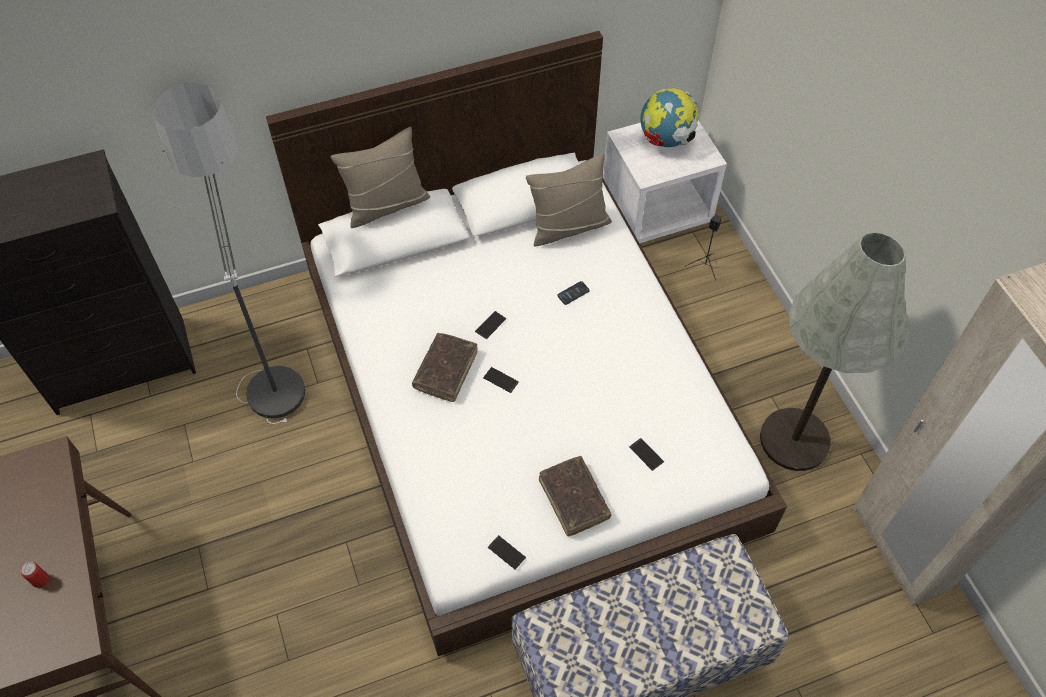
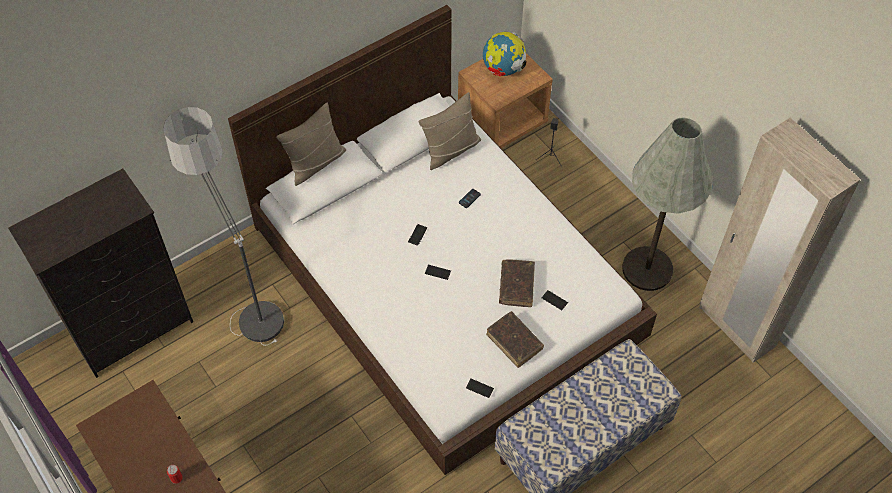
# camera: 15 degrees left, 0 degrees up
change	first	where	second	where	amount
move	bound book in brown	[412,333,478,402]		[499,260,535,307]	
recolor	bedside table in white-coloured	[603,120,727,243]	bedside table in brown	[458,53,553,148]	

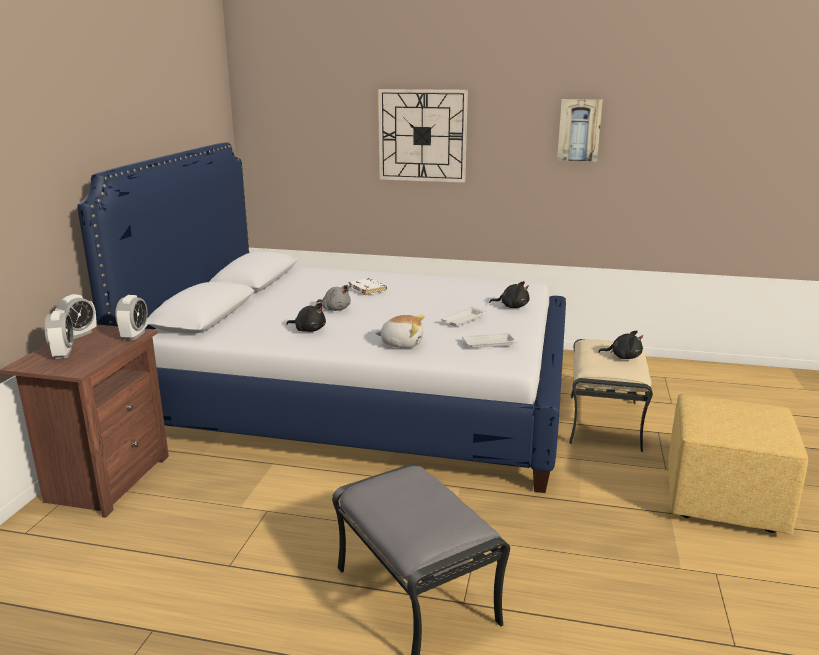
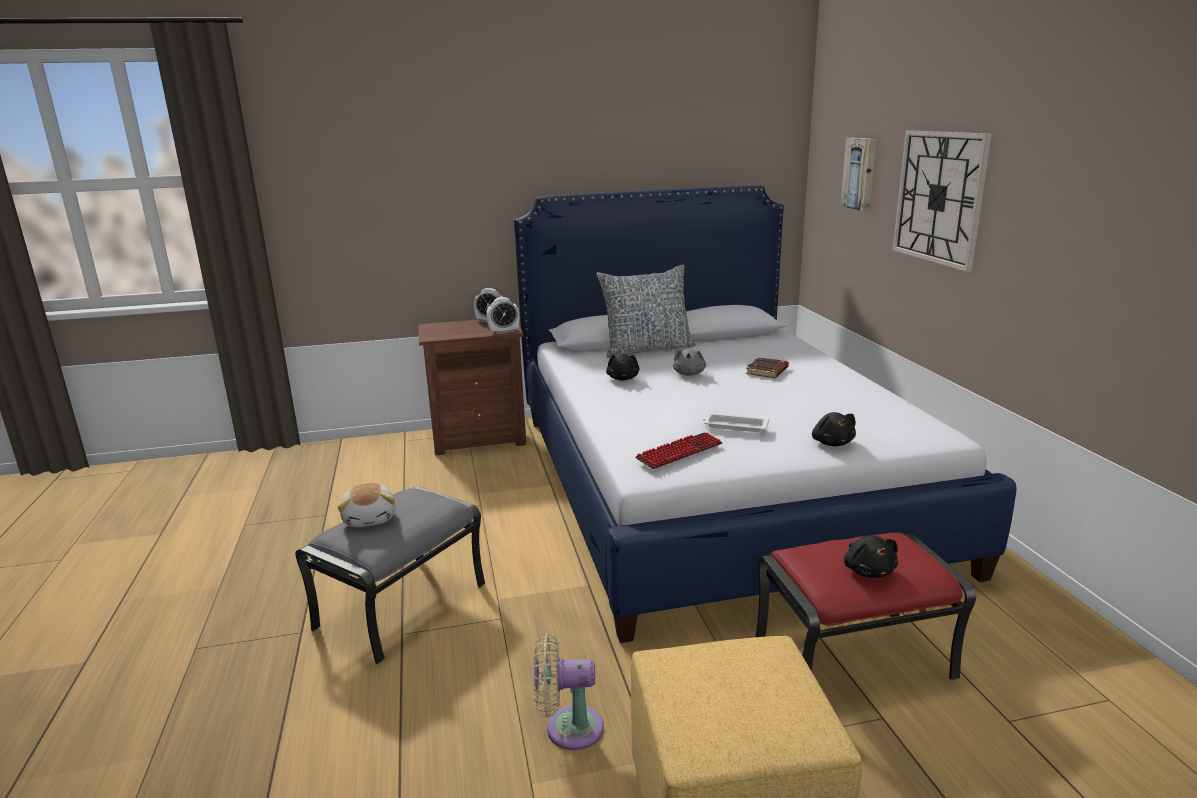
# camera: 65 degrees right, 0 degrees up
change	first	where	second	where	amount
delete	bedside clock	[44,311,74,359]			
insert			electric fan in sand-coloured	[533,634,604,750]	
insert			pillow	[596,264,696,358]	
move	soft toy	[375,315,425,348]		[338,483,396,527]	
move	wall art	[557,99,603,162]		[840,138,876,211]	
replace	serving tray in white-coloured	[462,333,518,348]	computer keyboard	[636,433,723,469]	
recolor	bound book in white-coloured	[348,278,387,295]	bound book in brown	[746,357,789,378]	
recolor	pouffe in sand-coloured	[569,339,653,452]	pouffe in red-coloured	[756,533,976,680]	

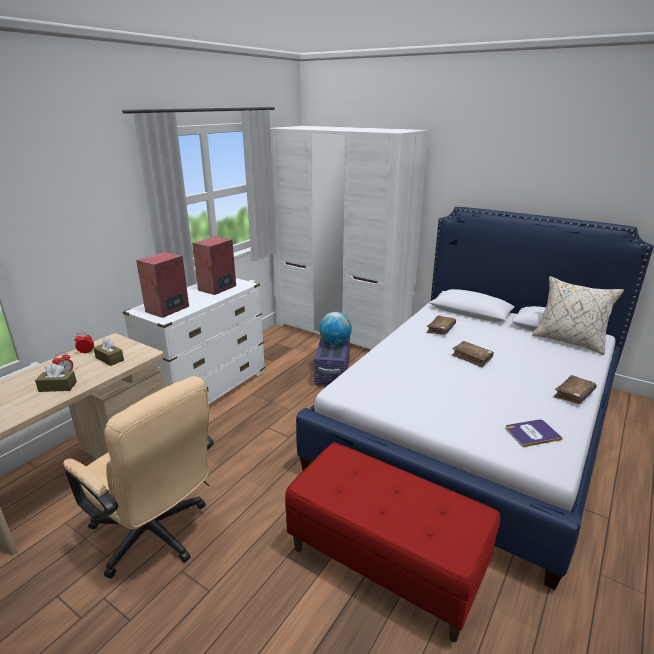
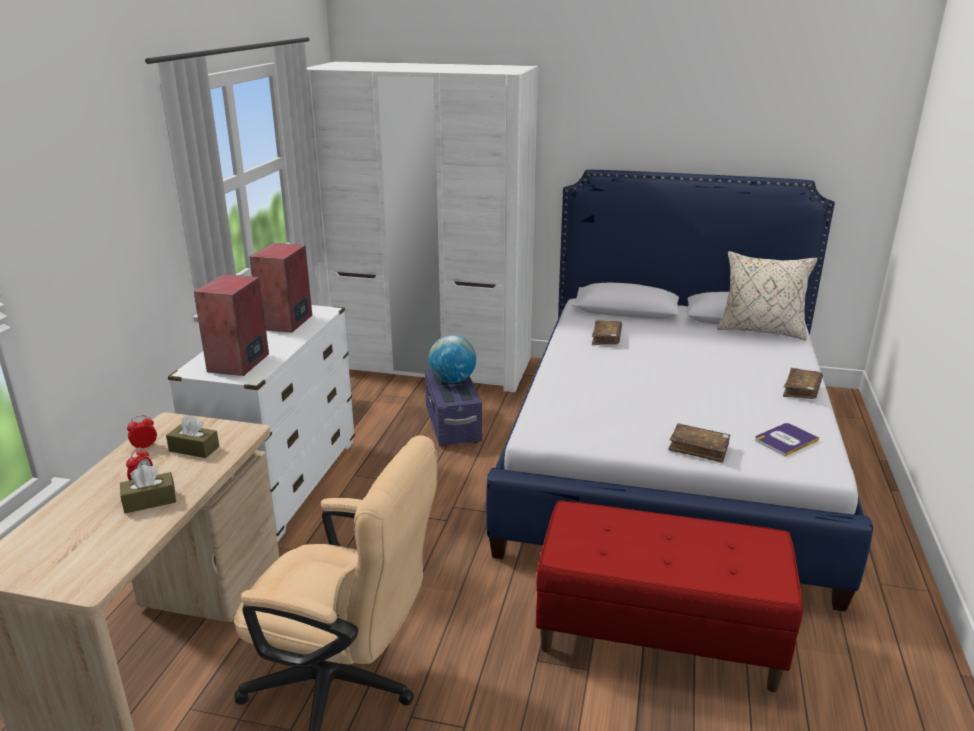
# camera: 20 degrees left, 0 degrees up
change	first	where	second	where	amount
move	bound book in brown	[452,341,494,367]		[668,423,731,463]	

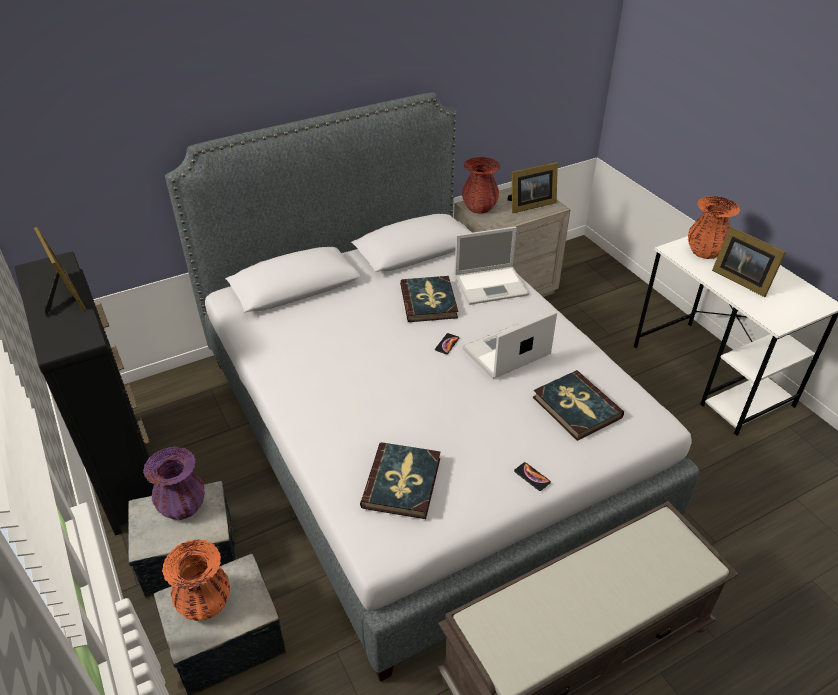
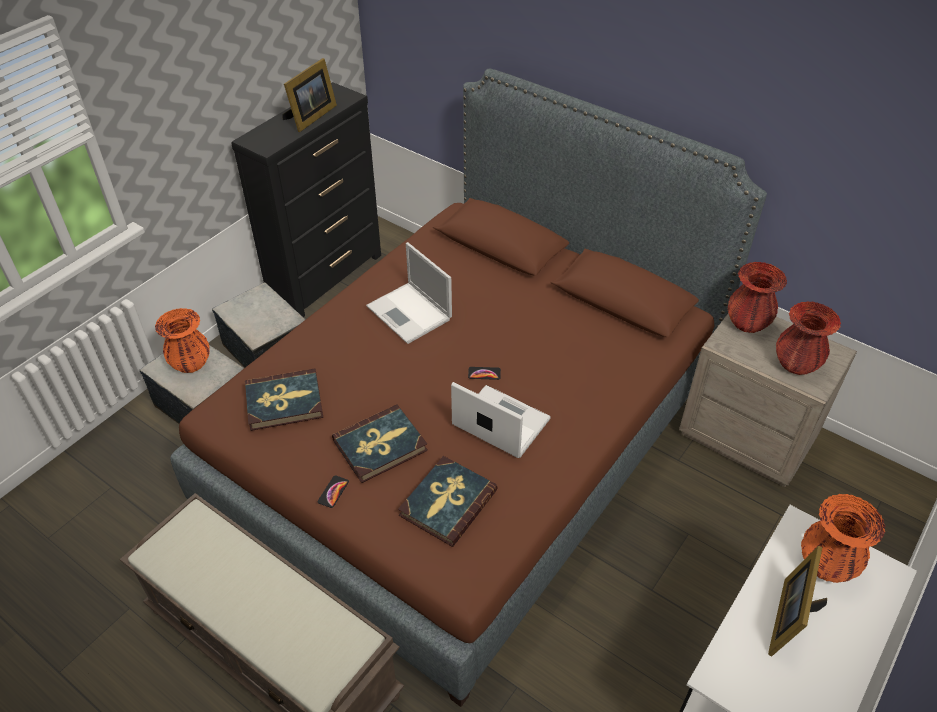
# camera: 65 degrees right, 5 degrees up
change	first	where	second	where	amount
delete	flower vase in purple-coloured	[143,446,205,520]			
move	bound book	[400,276,458,322]		[332,404,428,483]	
move	laptop	[455,227,529,305]		[366,242,452,344]	
replace	standing frame	[507,162,558,213]	flower vase in red-coloured	[776,301,841,375]	
recolor	bedroom bed in gray	[165,92,699,682]	bedroom bed in brown	[170,68,767,707]	

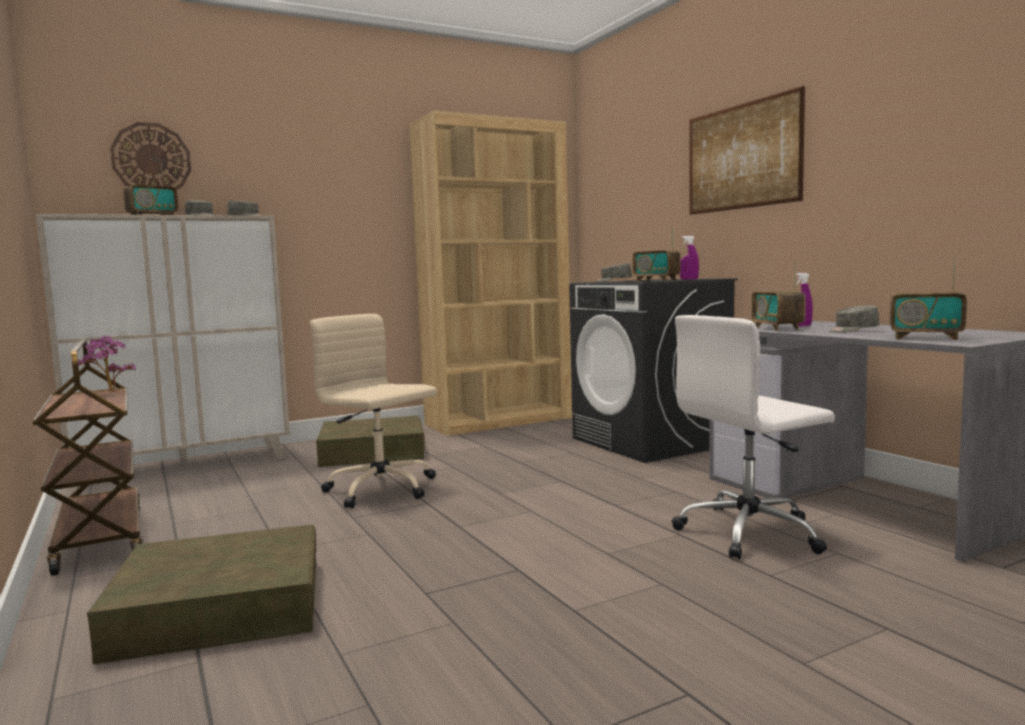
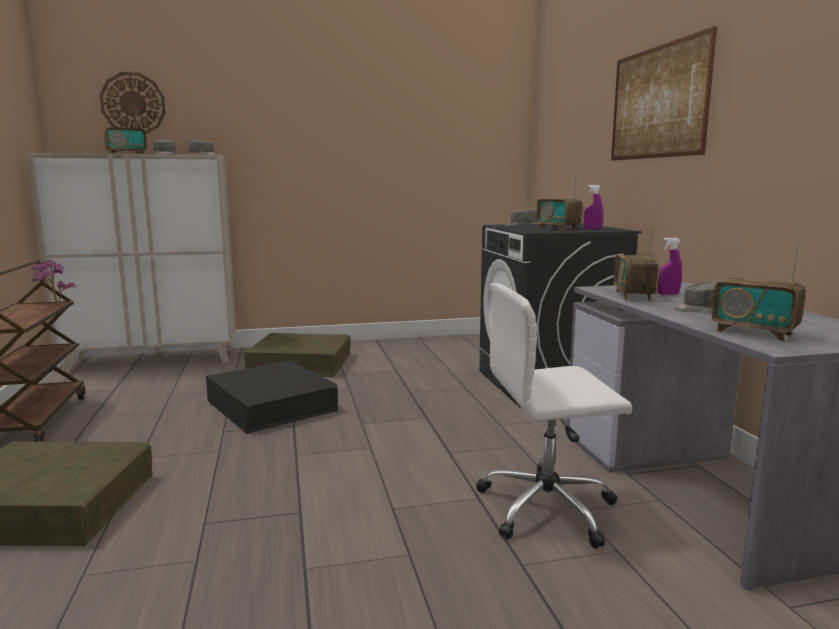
# camera: 15 degrees right, 5 degrees up
change	first	where	second	where	amount
delete	bookshelf in brown	[410,111,572,436]			
replace	computer chair in sand-coloured	[310,314,437,508]	storage bin in blackish	[206,360,338,434]	

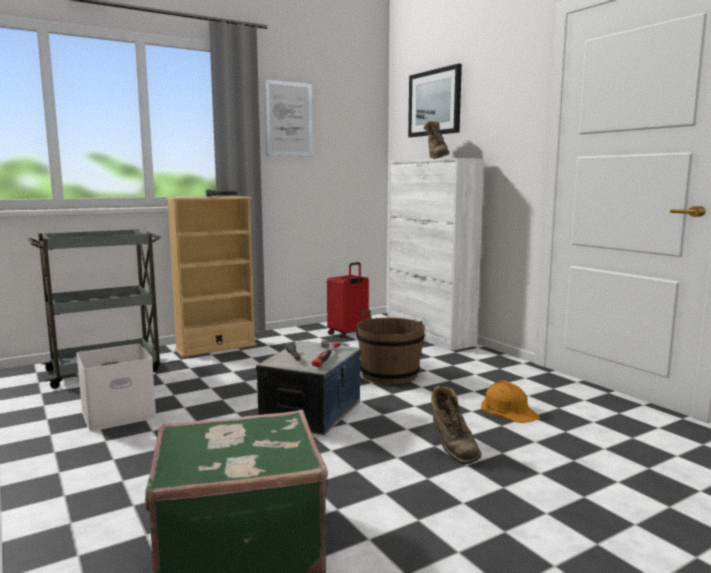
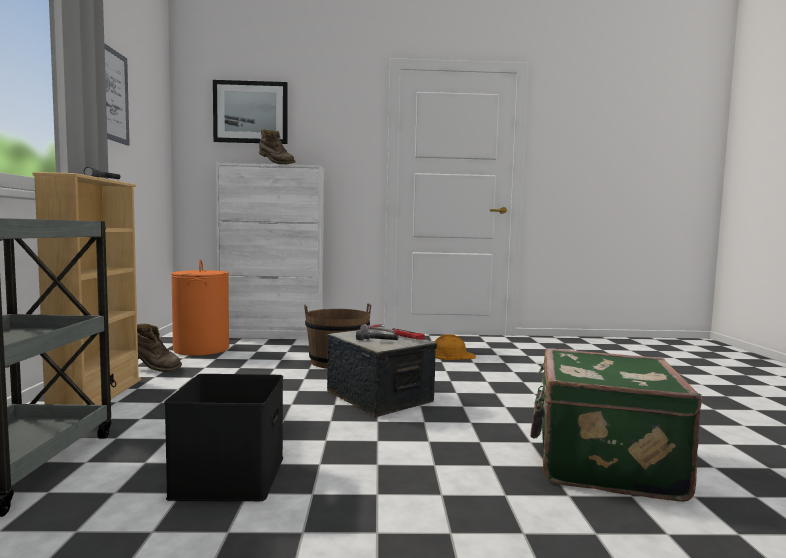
# camera: 60 degrees left, 5 degrees down
change	first	where	second	where	amount
move	high-top boot in brown	[431,385,482,464]		[137,324,182,372]	
replace	suitcase in red-coloured	[327,262,369,338]	washing basket in orange-coloured	[171,260,229,356]	
recolor	storage bin in white-coloured	[76,344,157,431]	storage bin in blackish	[164,374,283,501]	

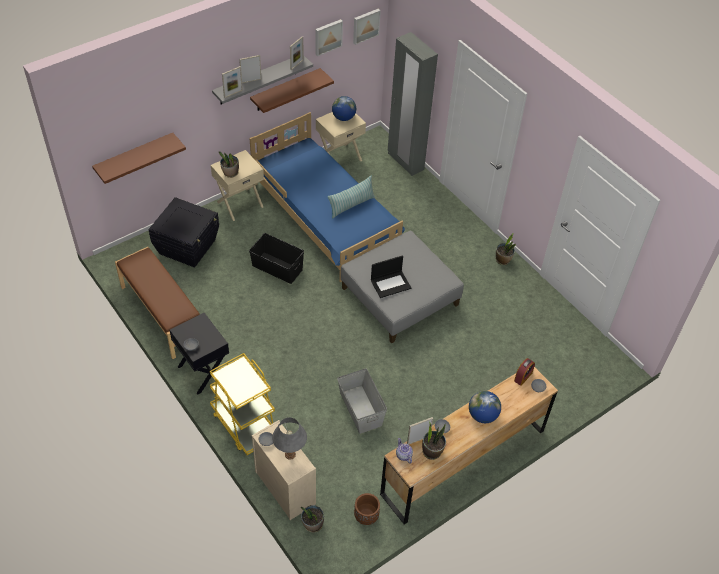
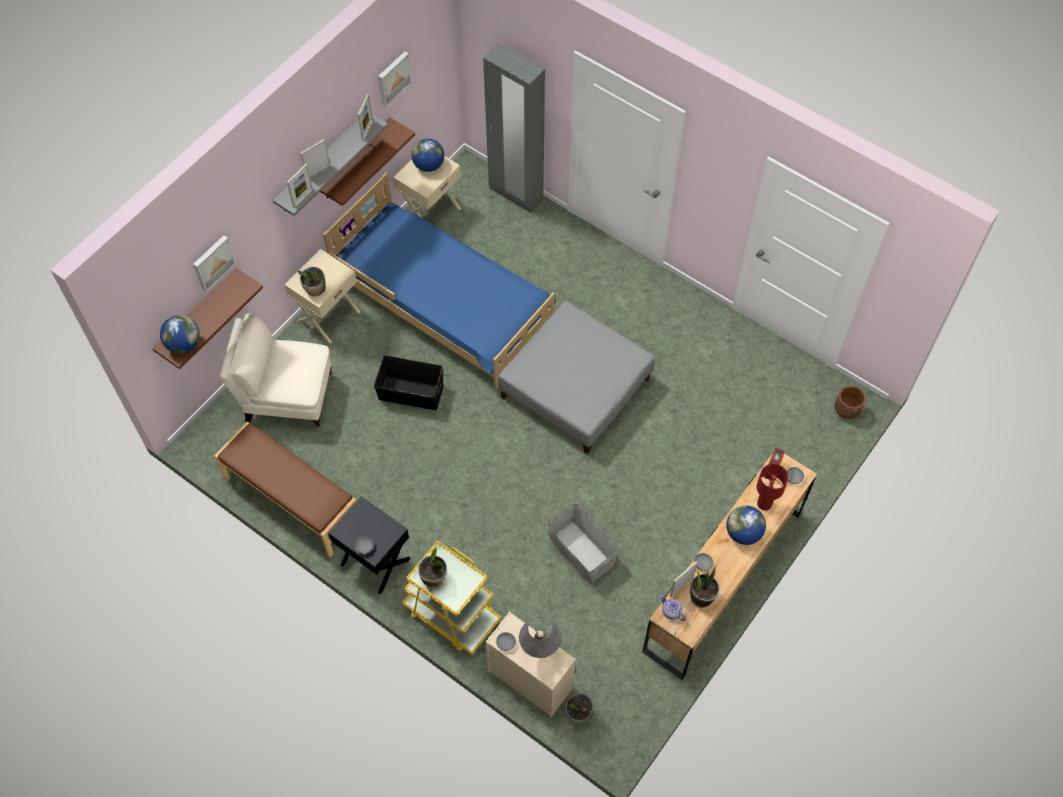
# camera: 15 degrees left, 10 degrees up
change	first	where	second	where	amount
delete	pillow	[328,176,375,218]			
delete	laptop	[371,255,411,298]			
insert			desk globe	[160,315,200,354]	
insert			tabletop lamp in red-coloured	[757,464,789,510]	
move	wall art	[353,9,381,45]		[193,235,236,292]	
move	flower pot in brown	[354,493,380,525]		[835,385,866,419]	
move	houseplant	[495,233,516,265]		[418,546,447,588]	
replace	storage bin in blackish	[148,197,219,268]	easy chair in sand-coloured	[220,313,332,428]	

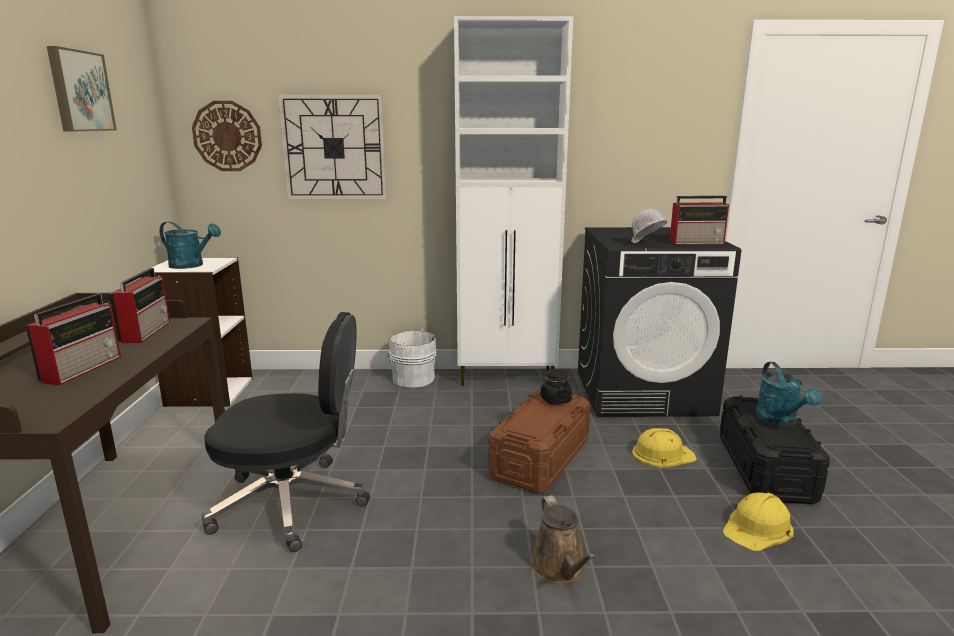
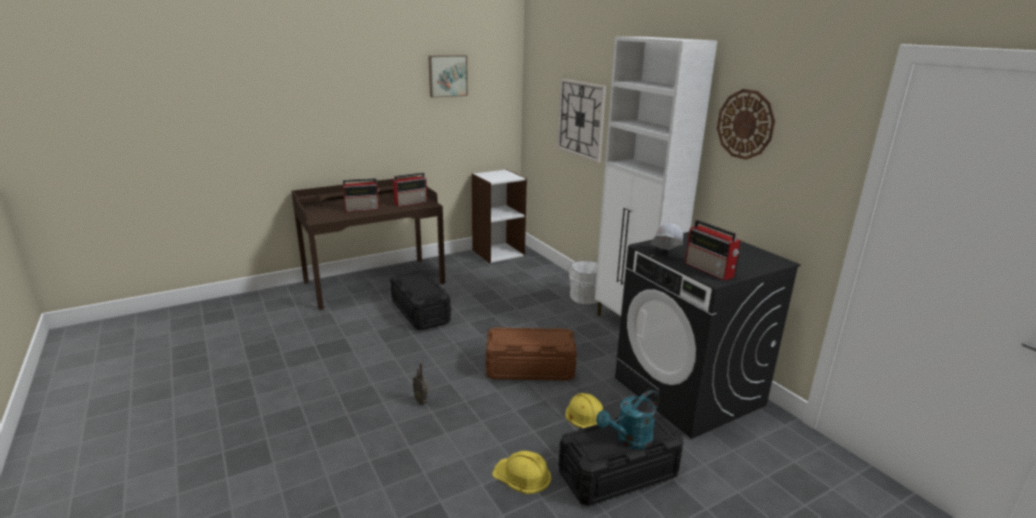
# camera: 60 degrees right, 5 degrees up
change	first	where	second	where	amount
delete	watering pot in blue-green	[160,221,221,269]			
delete	storage jar in blackish	[541,369,572,405]			
move	wall clock	[192,101,262,171]		[717,89,775,160]	
replace	computer chair in blackish	[201,312,370,552]	storage bin in blackish	[390,270,451,330]	
replace	watering pot in brown	[531,495,596,584]	radio receiver	[413,363,430,405]	

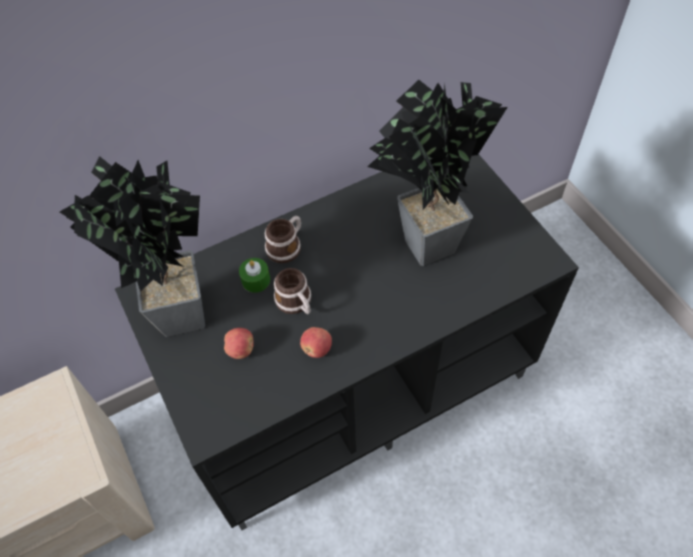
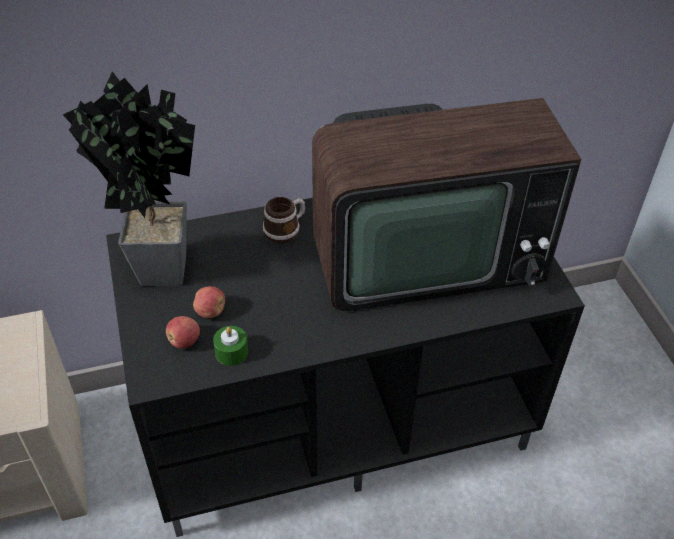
# camera: 10 degrees right, 10 degrees down
change	first	where	second	where	amount
delete	coffee mug	[274,268,311,314]			
move	wax candle in green-coloured	[239,258,270,293]		[213,326,248,366]	
move	apple fruit	[300,327,332,358]		[166,316,200,349]	
replace	houseplant	[367,80,508,266]	television	[312,98,581,311]	

